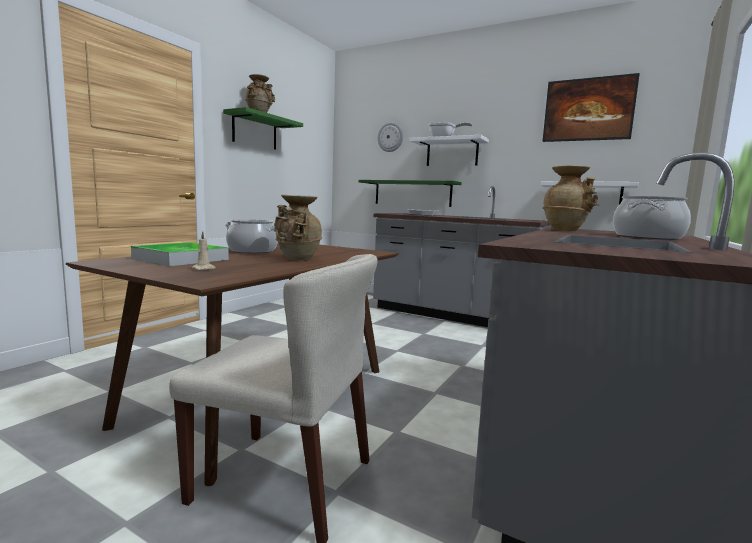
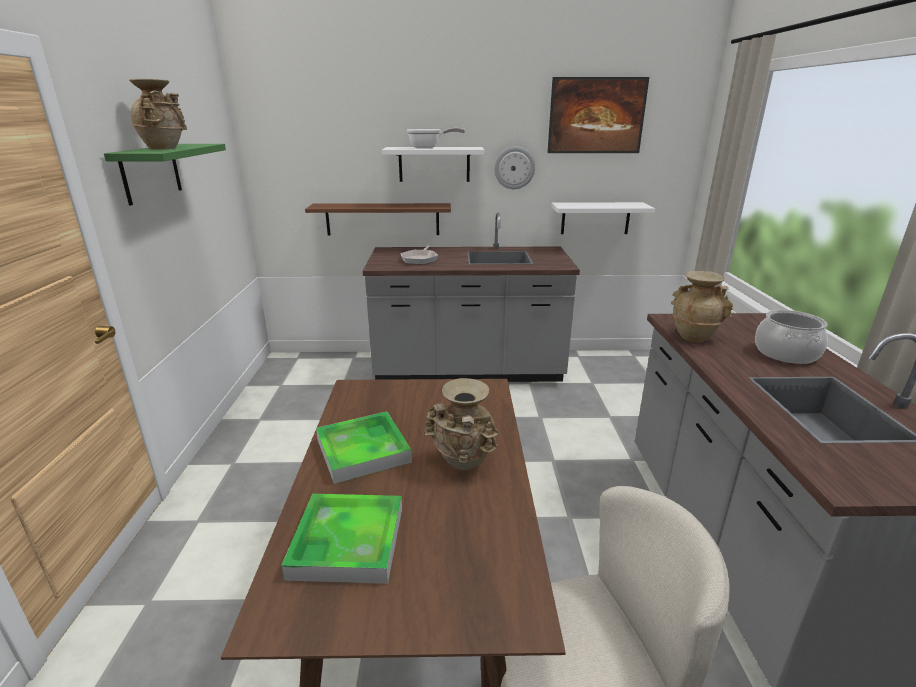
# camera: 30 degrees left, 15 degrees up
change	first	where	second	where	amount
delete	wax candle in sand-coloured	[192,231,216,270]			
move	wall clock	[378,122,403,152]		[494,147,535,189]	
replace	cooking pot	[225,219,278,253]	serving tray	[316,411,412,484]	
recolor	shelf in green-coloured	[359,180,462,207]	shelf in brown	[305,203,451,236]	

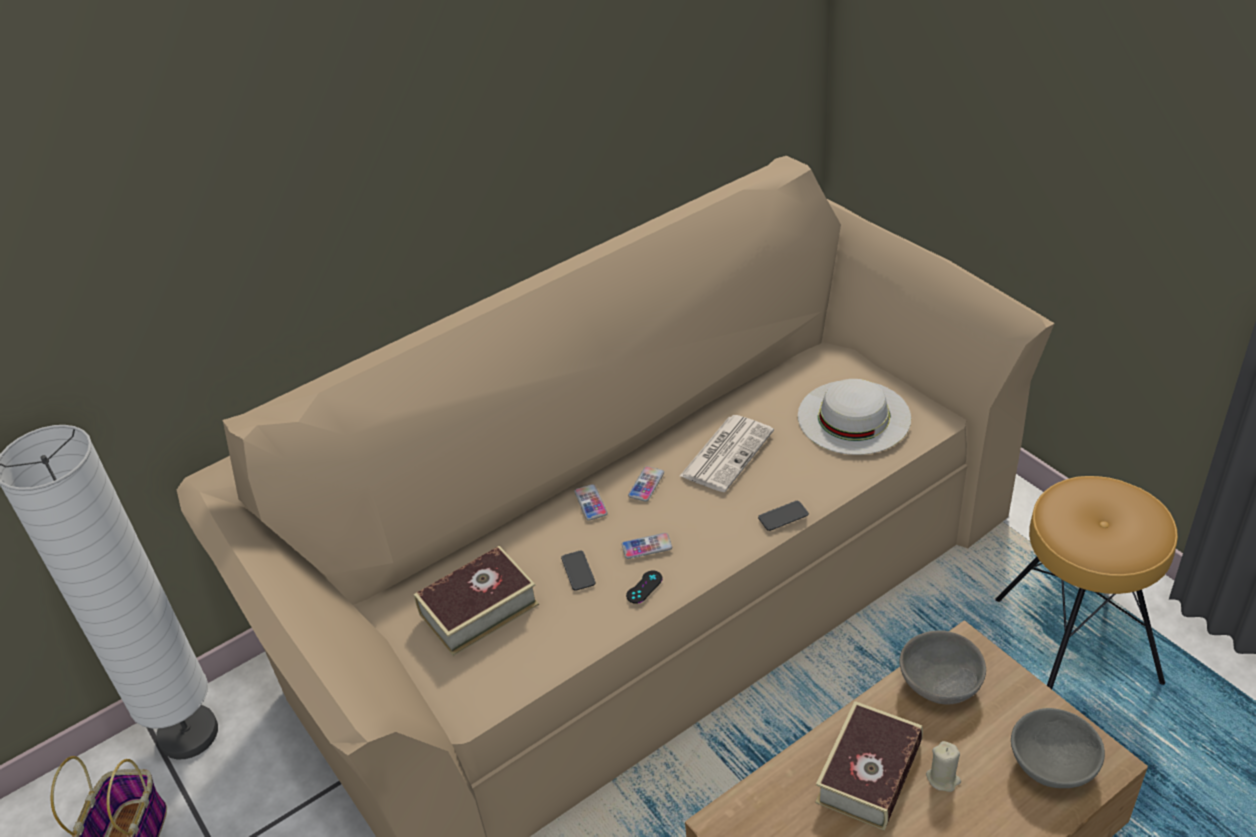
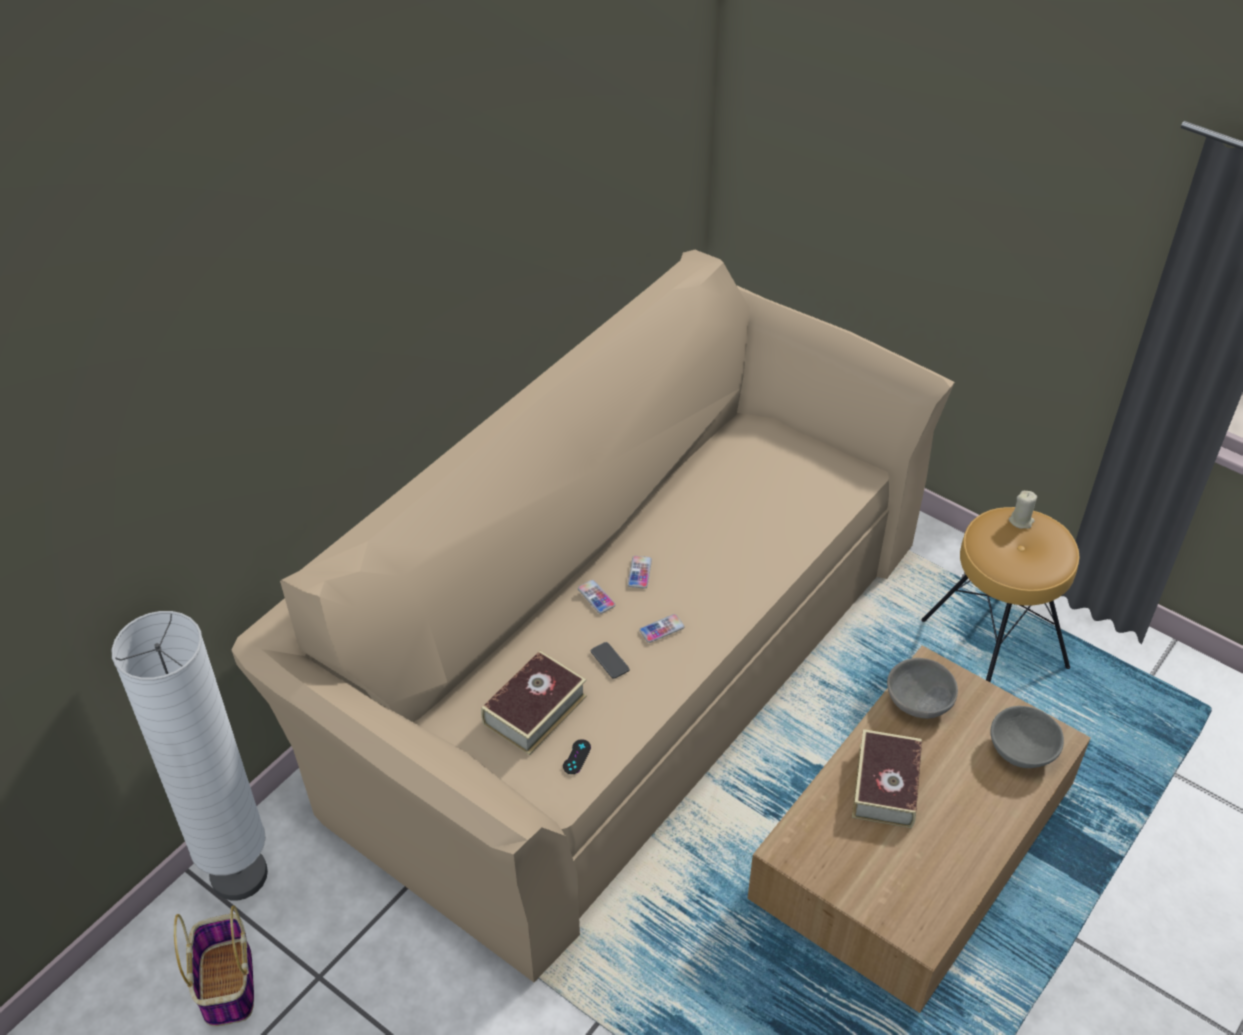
# camera: 20 degrees left, 5 degrees up
change	first	where	second	where	amount
delete	daily paper	[680,415,774,492]			
delete	telephone	[758,501,809,531]			
delete	wearable hat in white-coloured	[798,379,911,455]			
move	joypad in blackish	[626,570,663,604]		[563,739,591,774]	
move	wax candle in sand-coloured	[926,741,961,792]		[1009,491,1037,529]	

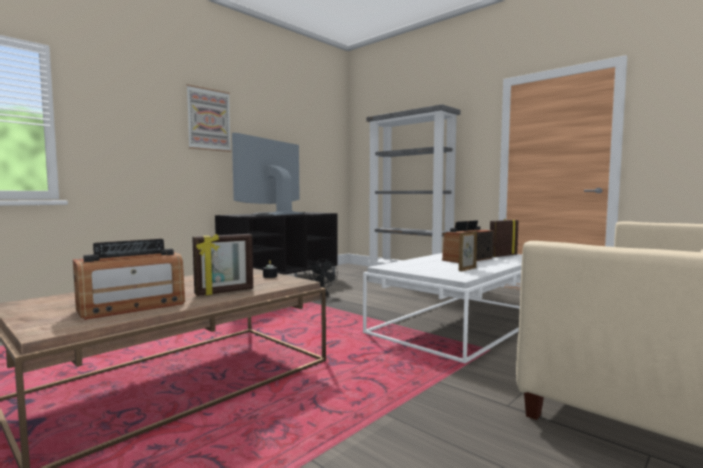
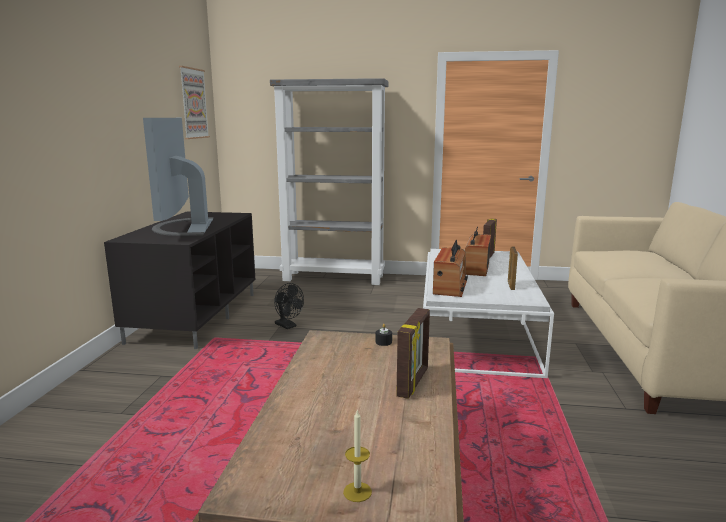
# camera: 35 degrees left, 10 degrees up
change	first	where	second	where	amount
insert			wax candle	[343,410,372,502]	
move	radio receiver	[73,239,185,320]		[433,240,468,297]	
move	wall art	[186,84,231,152]		[179,66,210,139]	

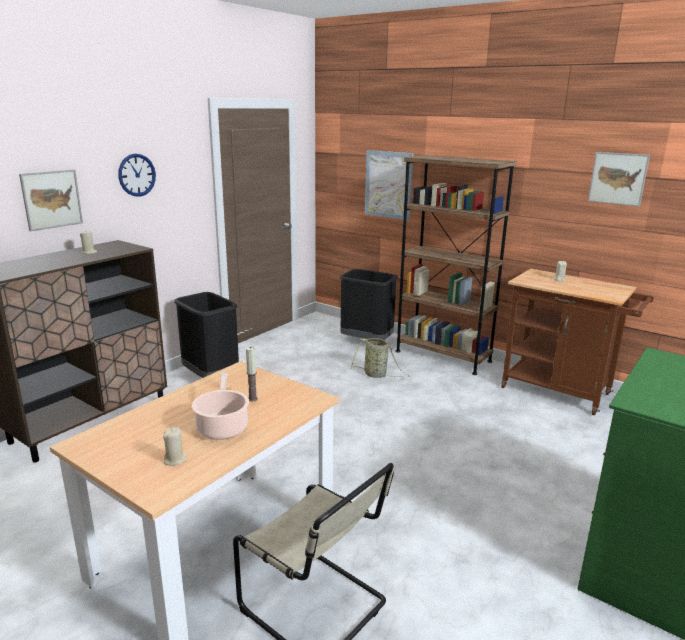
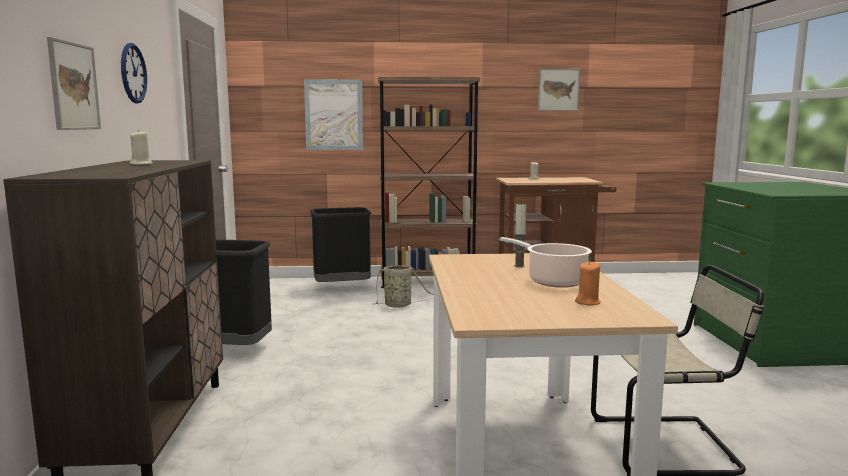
# camera: 40 degrees left, 10 degrees down
change	first	where	second	where	amount
recolor	wax candle in sand-coloured	[163,427,187,466]	wax candle in orange-coloured	[575,261,601,306]	

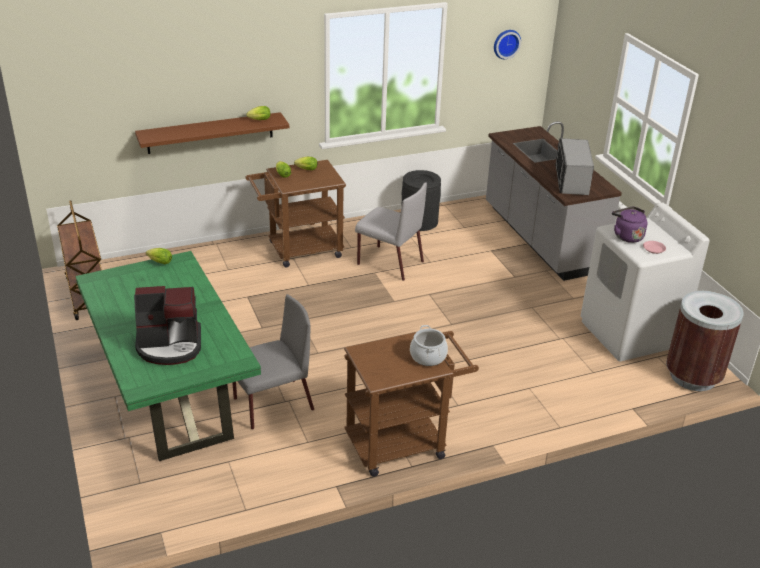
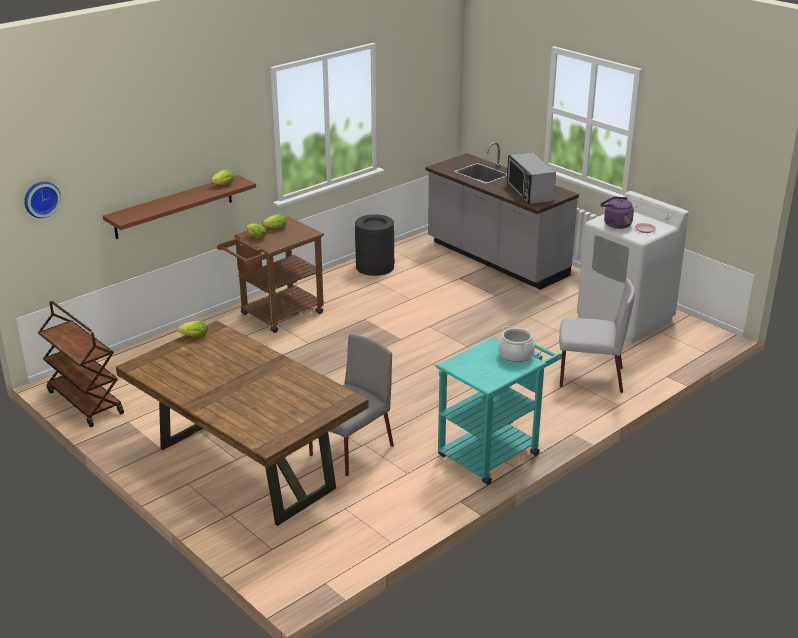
# camera: 20 degrees left, 5 degrees down
change	first	where	second	where	amount
delete	coffee machine	[134,286,201,365]			
delete	waste bin in brown	[666,291,744,391]			
move	chair in gray	[355,182,427,281]		[559,279,635,393]	
move	wall clock	[494,30,521,59]		[24,181,61,218]	
recolor	dining table in green-coloured	[76,251,261,461]	dining table in brown	[116,321,368,526]	
recolor	trolley in brown	[344,331,479,477]	trolley in blue-green	[436,337,562,485]	

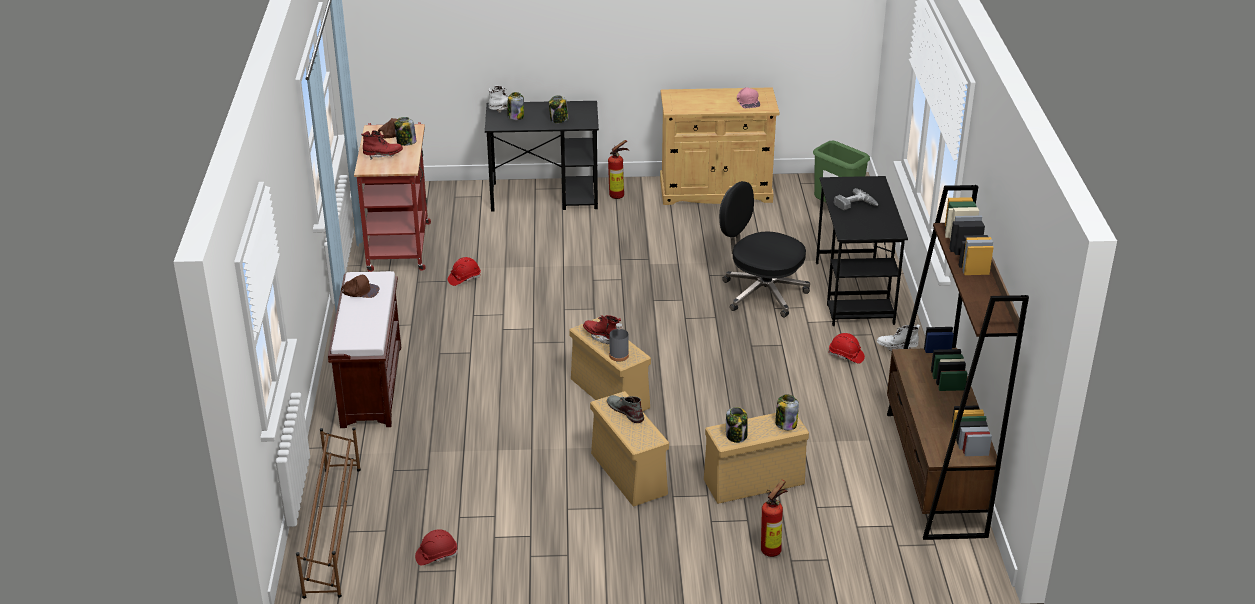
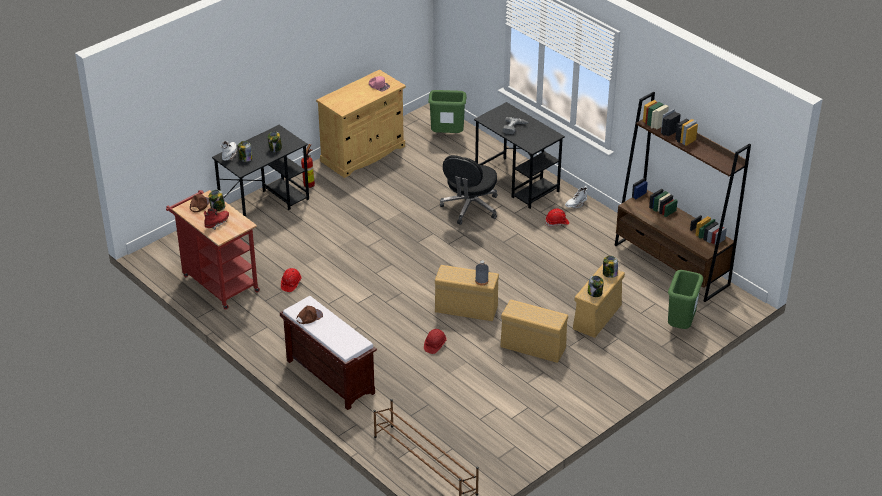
# camera: 40 degrees left, 5 degrees up
change	first	where	second	where	amount
delete	high-top boot in red-coloured	[583,315,621,344]			
delete	high-top boot in gray	[607,395,644,423]			
delete	fire extinguisher	[761,480,788,557]			
insert			waste bin in green-coloured	[668,270,703,329]	
move	work helmet in red-coloured	[415,529,458,566]		[424,329,447,354]	
rotate	computer chair in blackish	[719,181,810,318]		[440,155,497,225]	60 degrees counterclockwise

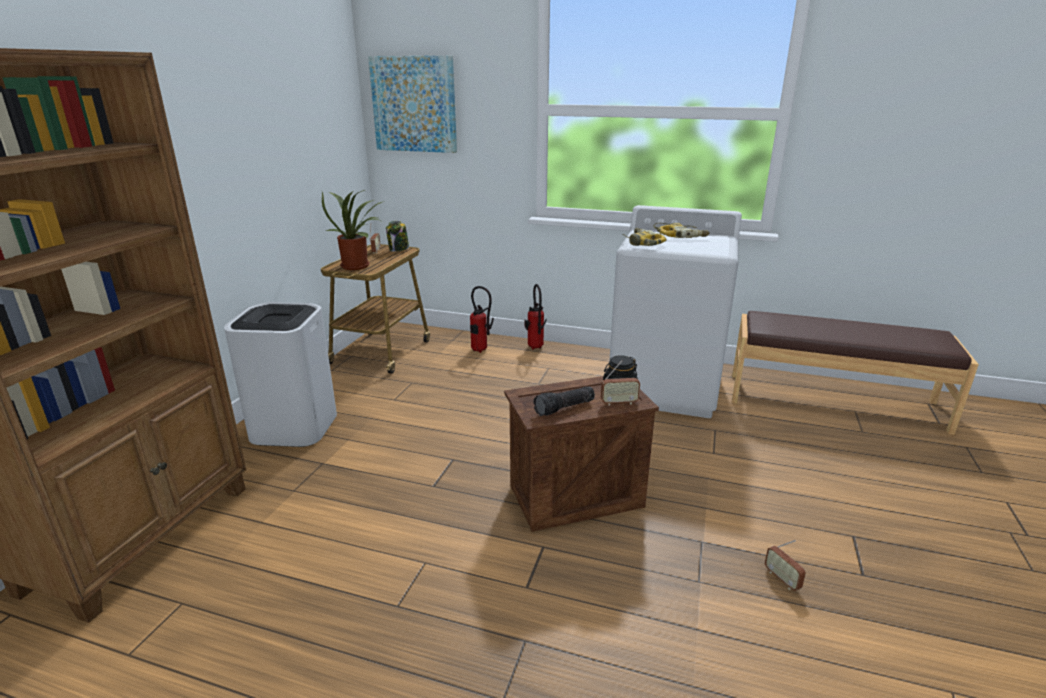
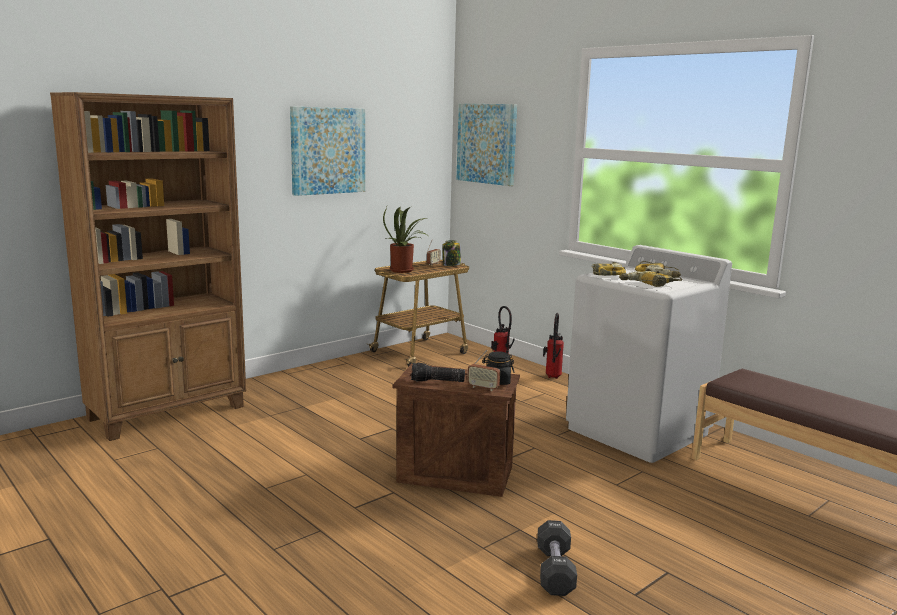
# camera: 30 degrees right, 10 degrees down
change	first	where	second	where	amount
delete	waste bin in white-coloured	[224,302,337,447]			
insert			wall art	[290,106,365,196]	
insert			power drill	[619,271,682,287]	
replace	radio receiver	[765,540,806,591]	dumbbell in blackish	[537,520,577,596]	

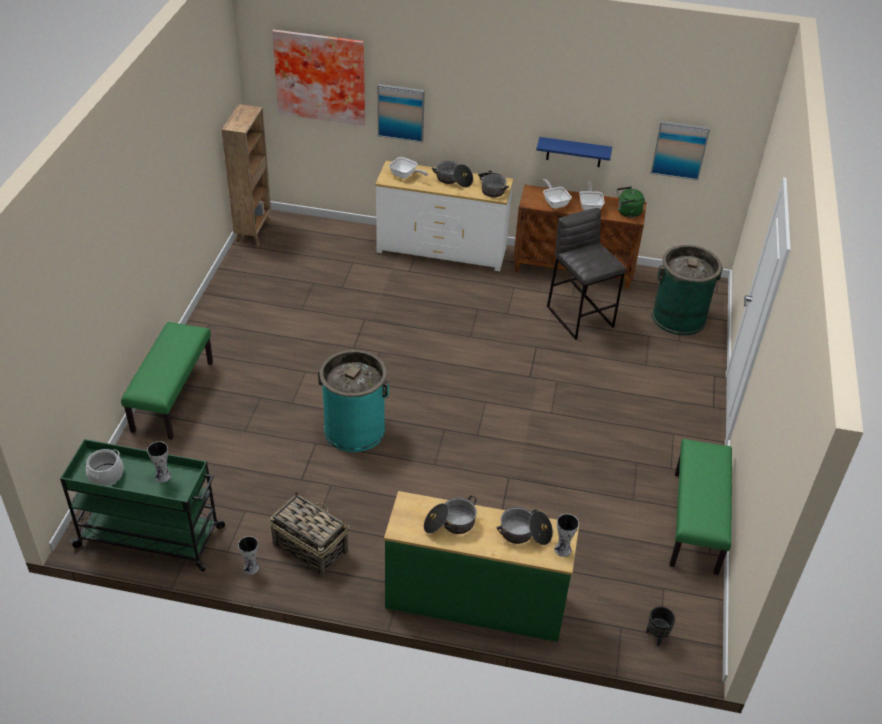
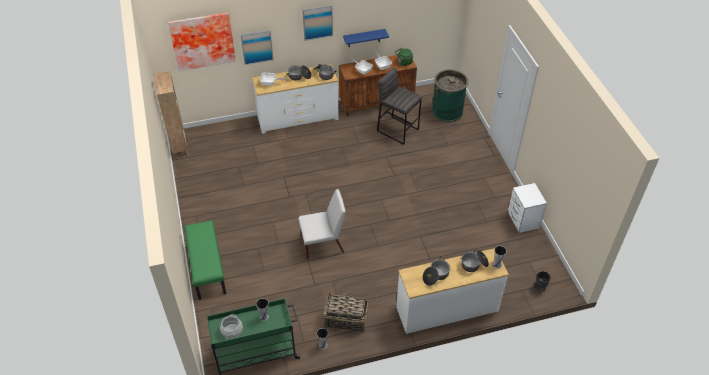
# camera: 25 degrees left, 5 degrees up
change	first	where	second	where	amount
move	wall art	[651,121,710,180]		[303,5,333,41]	
replace	waste bin in blue-green	[318,350,389,452]	chair in white-coloured	[298,189,346,260]	
replace	long seat in green-coloured	[669,439,732,575]	bedside table in white-coloured	[508,183,547,233]	
recolor	dresser in green-coloured	[384,491,579,642]	dresser in white-coloured	[396,248,509,334]	

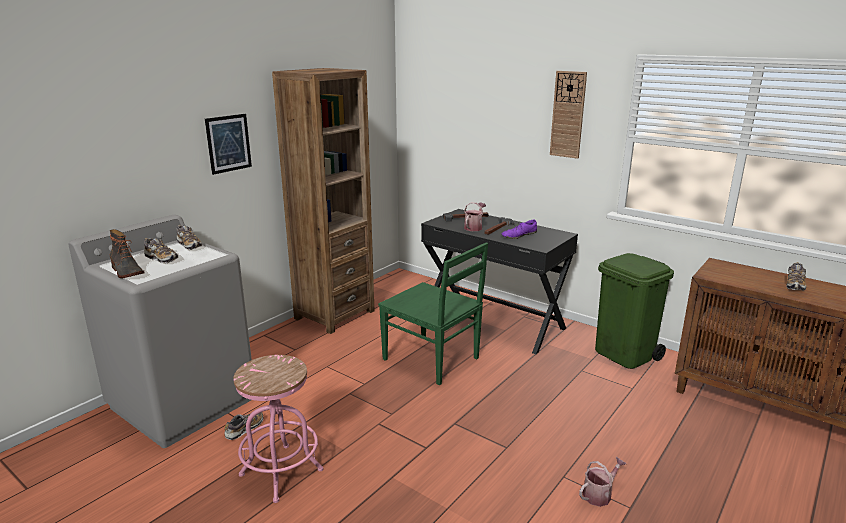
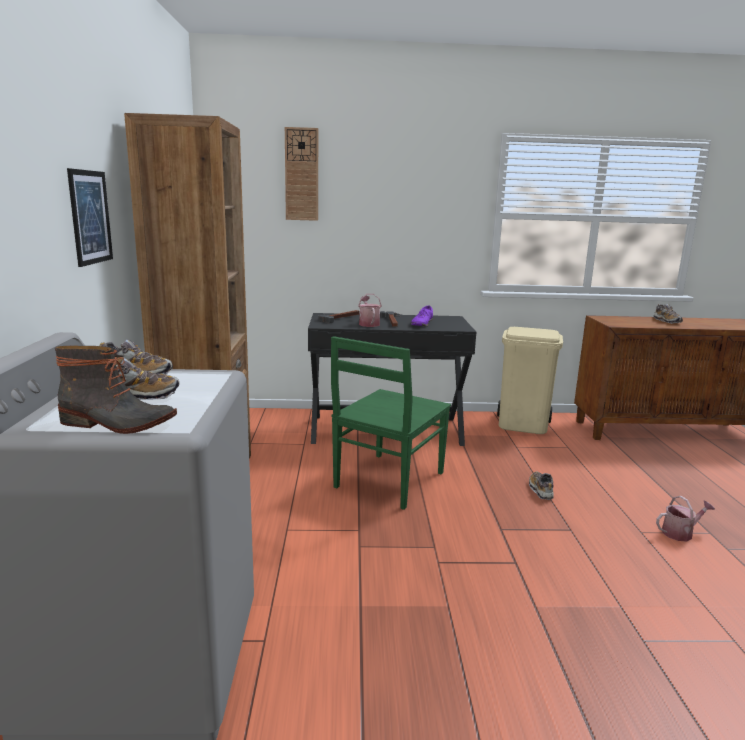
# camera: 40 degrees left, 5 degrees down
change	first	where	second	where	amount
delete	stool in pink	[233,355,323,503]			
move	item of footwear	[224,412,264,440]		[529,472,554,500]	
move	wall clock	[550,71,587,159]		[285,127,318,221]	
recolor	waste bin in green-coloured	[595,253,674,369]	waste bin in sand-coloured	[497,327,563,434]	
rotate	chair in green-coloured	[378,242,488,385]		[331,336,451,510]	120 degrees clockwise
rotate	watering pot	[579,457,626,507]		[656,496,715,541]	60 degrees clockwise

